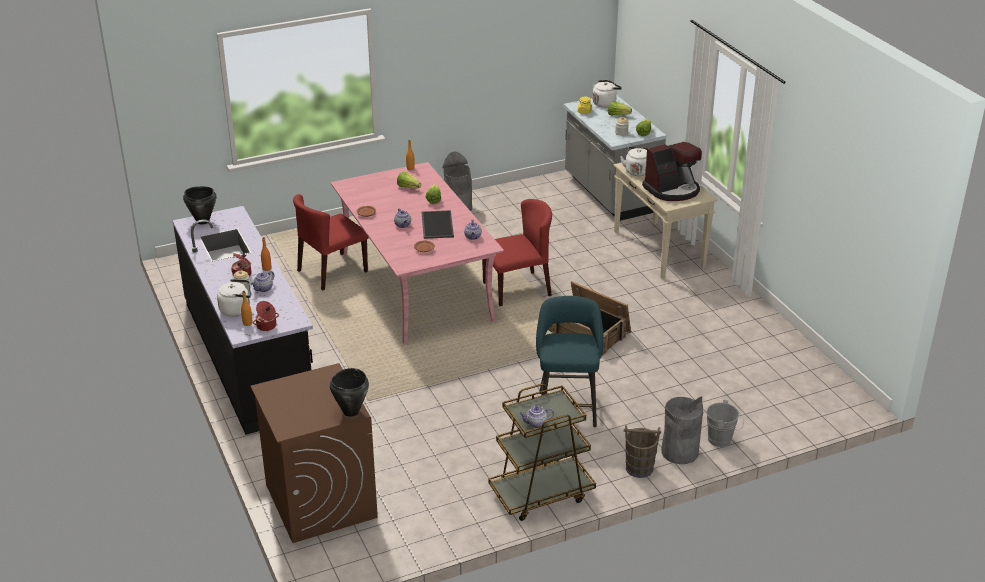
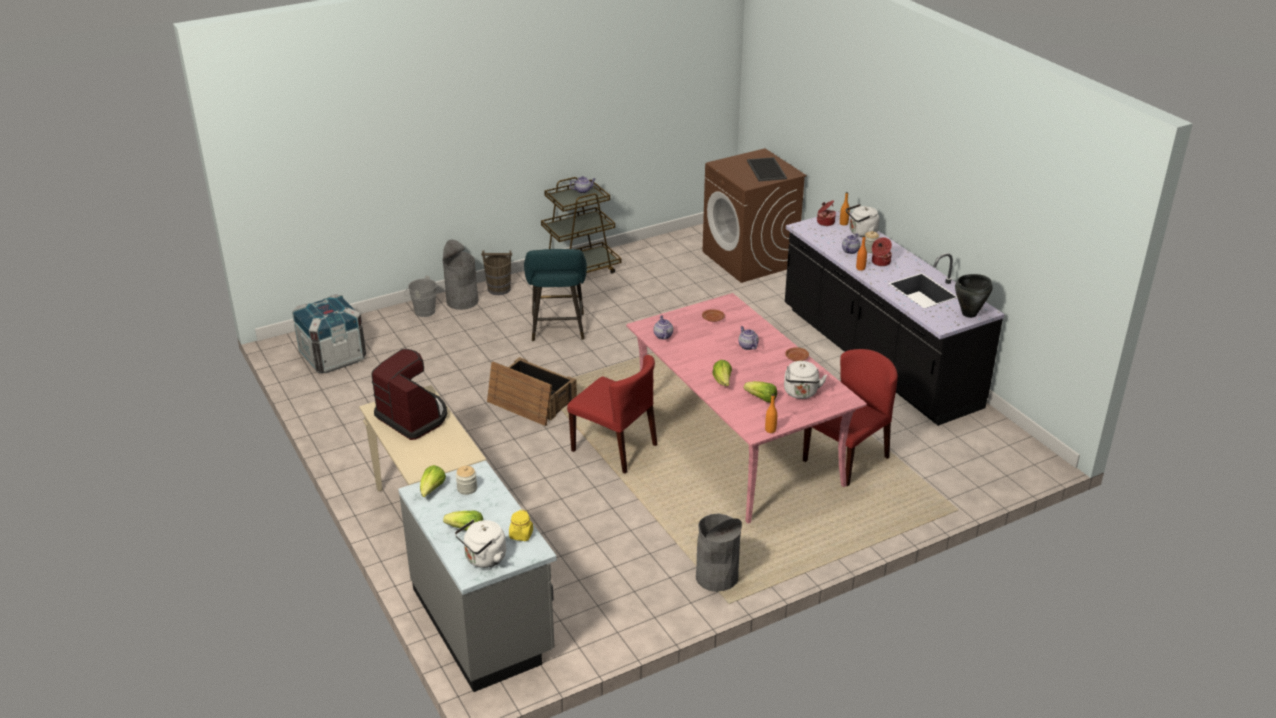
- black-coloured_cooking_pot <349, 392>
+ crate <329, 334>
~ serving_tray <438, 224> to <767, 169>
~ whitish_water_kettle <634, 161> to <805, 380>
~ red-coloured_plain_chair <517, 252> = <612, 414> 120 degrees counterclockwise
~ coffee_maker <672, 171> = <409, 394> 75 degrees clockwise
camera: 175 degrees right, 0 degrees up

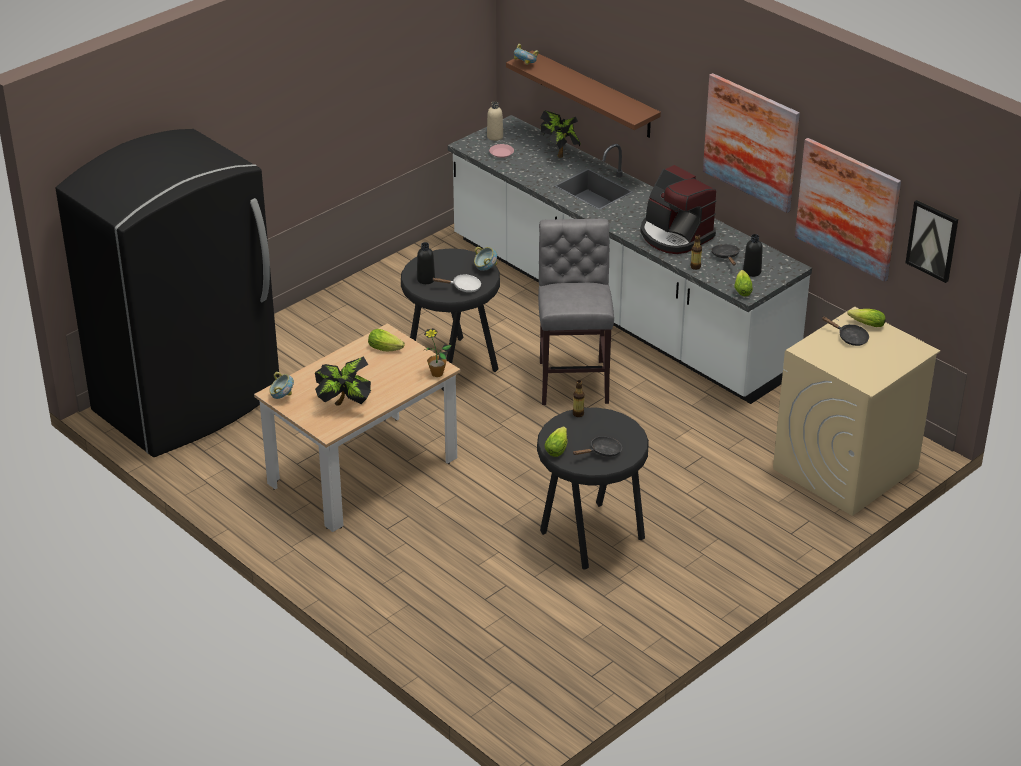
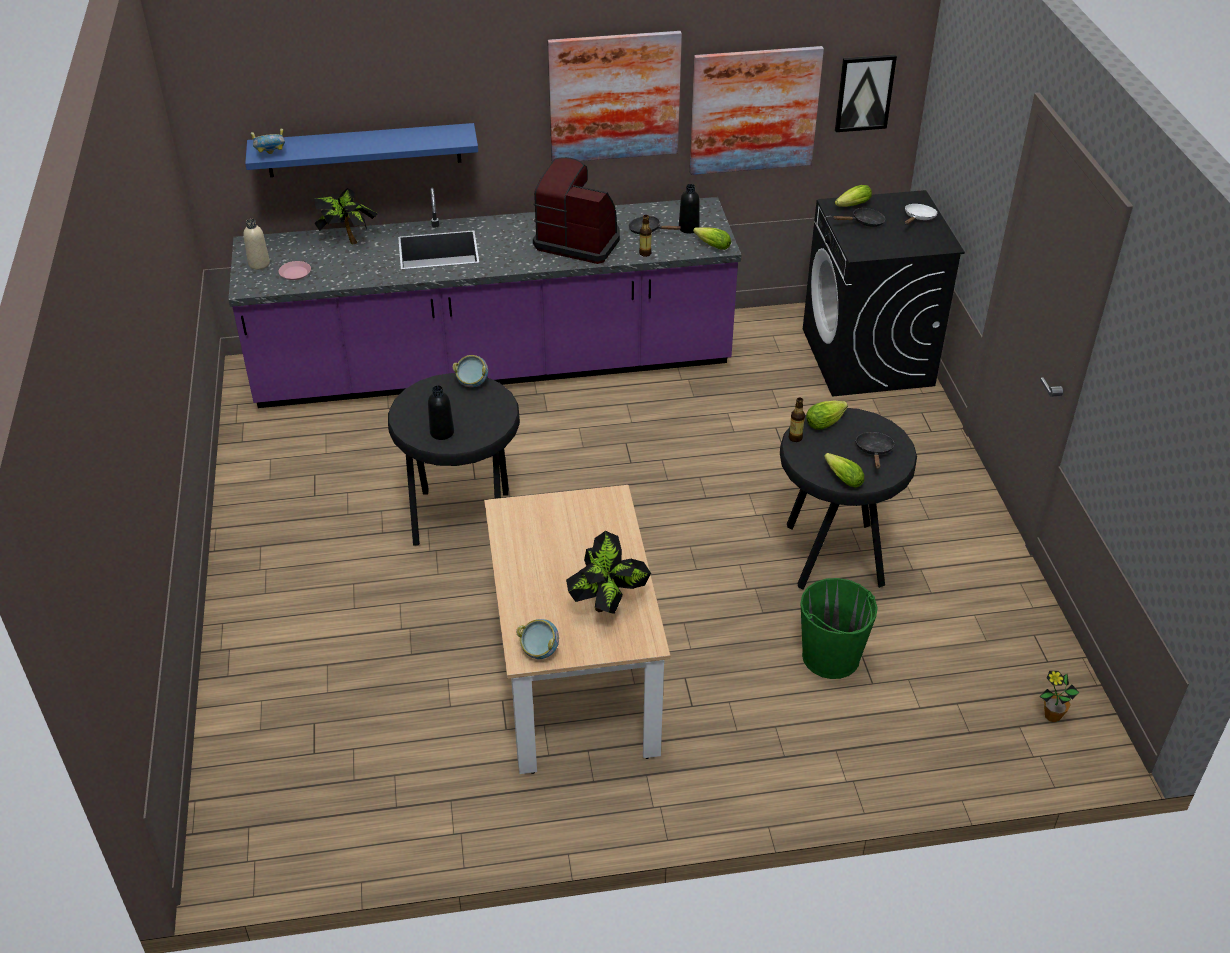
- black-coloured_fridge <167, 293>
- gray_sitting_stool <576, 312>
+ greenish_pail <839, 628>
~ lettuce_head <386, 340> to <827, 415>
~ potted_plant <437, 352> to <1059, 696>
~ whitish_frying_pan <456, 283> to <921, 214>
~ whitish_kitchen_base_unit <630, 259> to purple-coloured_kitchen_base_unit <484, 298>
~ brown_bracket_shelf <583, 94> to blue_bracket_shelf <361, 150>
~ sand-coloured_washing_machine <856, 411> to black-coloured_washing_machine <884, 293>
~ coffee_maker <678, 209> = <576, 210> 150 degrees counterclockwise
camera: 55 degrees left, 5 degrees up

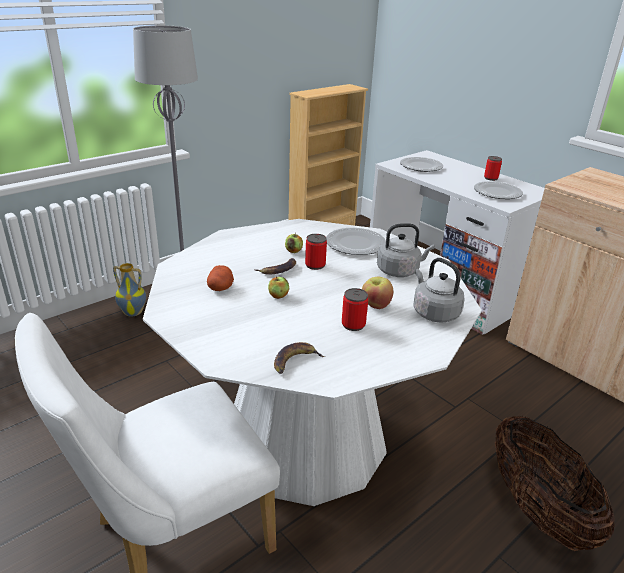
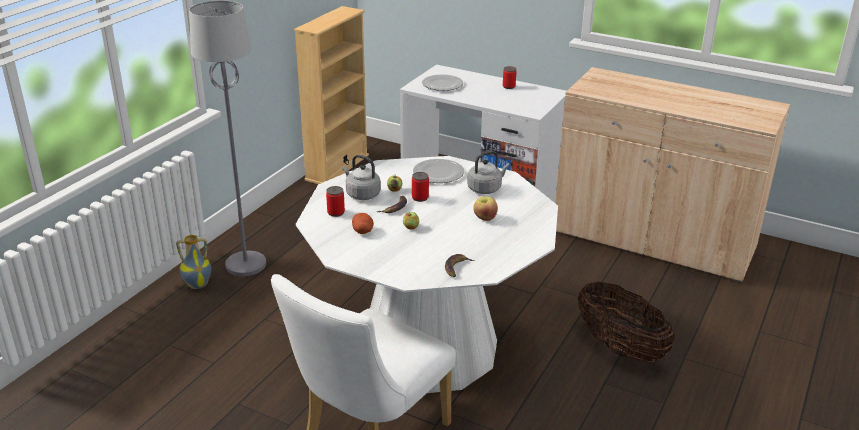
- plate <498, 190>
~ metal_can <355, 309> to <335, 201>
~ gray_water_kettle <439, 290> to <361, 177>
camera: 20 degrees left, 0 degrees up

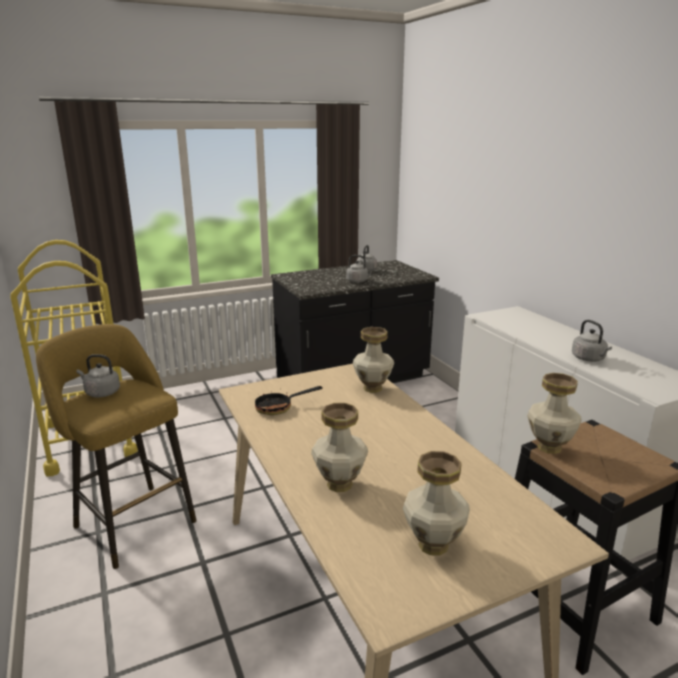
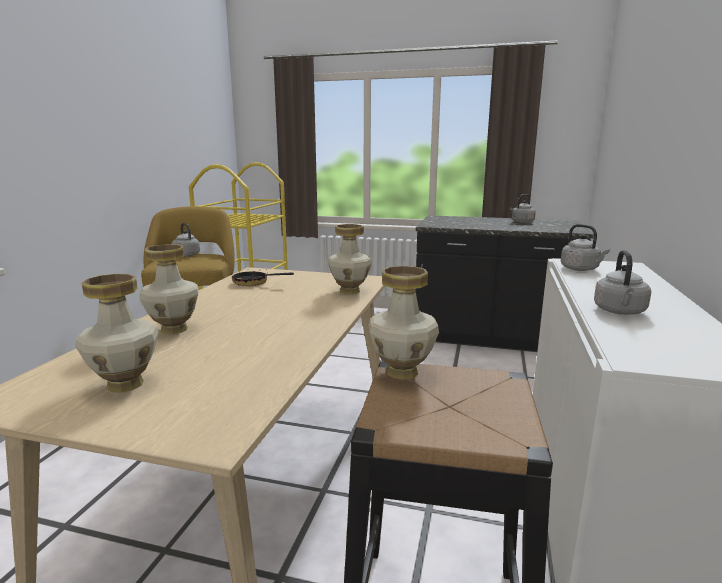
~ gray_water_kettle <360, 269> to <585, 247>
camera: 40 degrees right, 5 degrees down

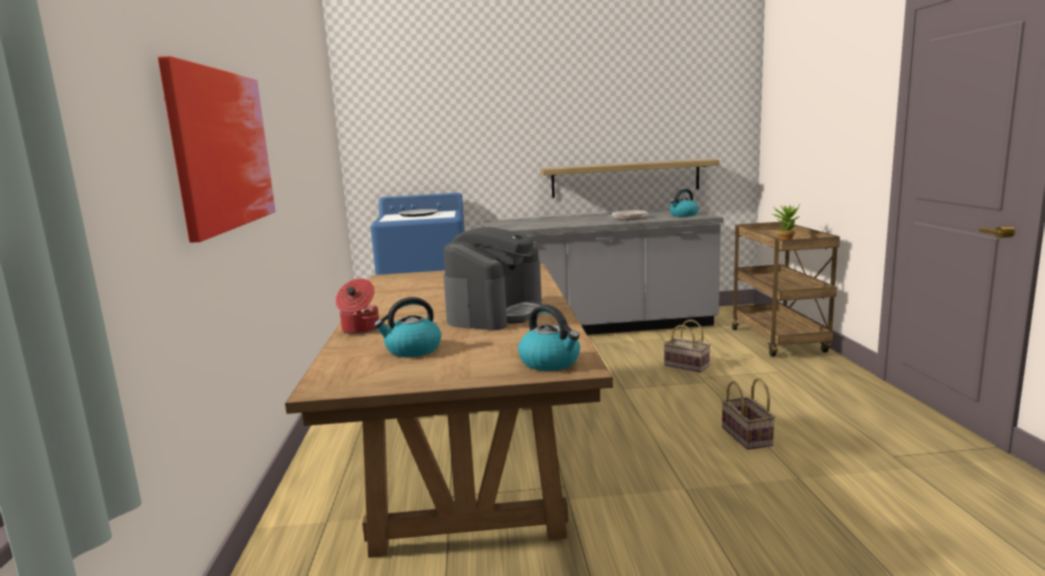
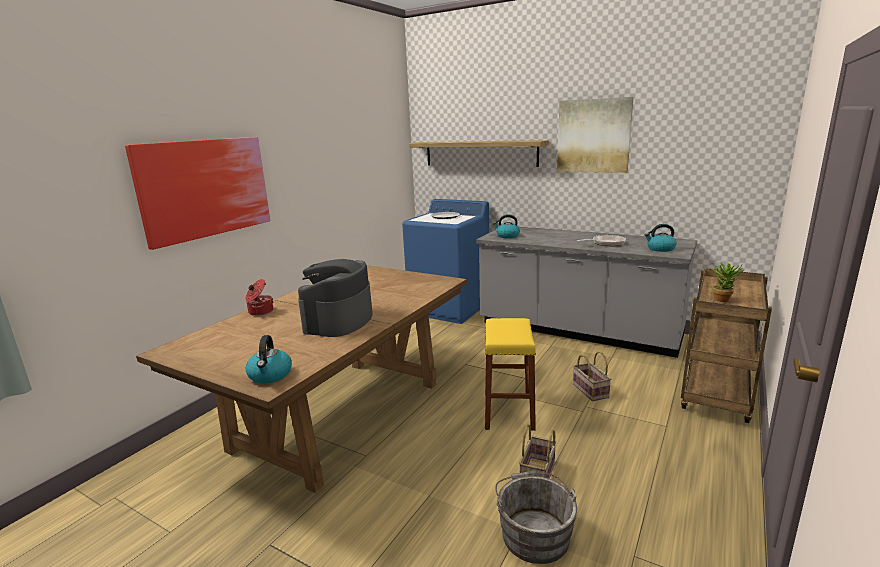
+ yellowish_sitting_stool <510, 374>
+ gray_pail <536, 517>
+ picture <595, 135>
~ water_kettle <407, 327> to <506, 226>
~ bracket_shelf <629, 178> to <479, 153>
~ coffee_maker <493, 278> = <335, 298> 135 degrees clockwise
camera: 35 degrees right, 5 degrees up

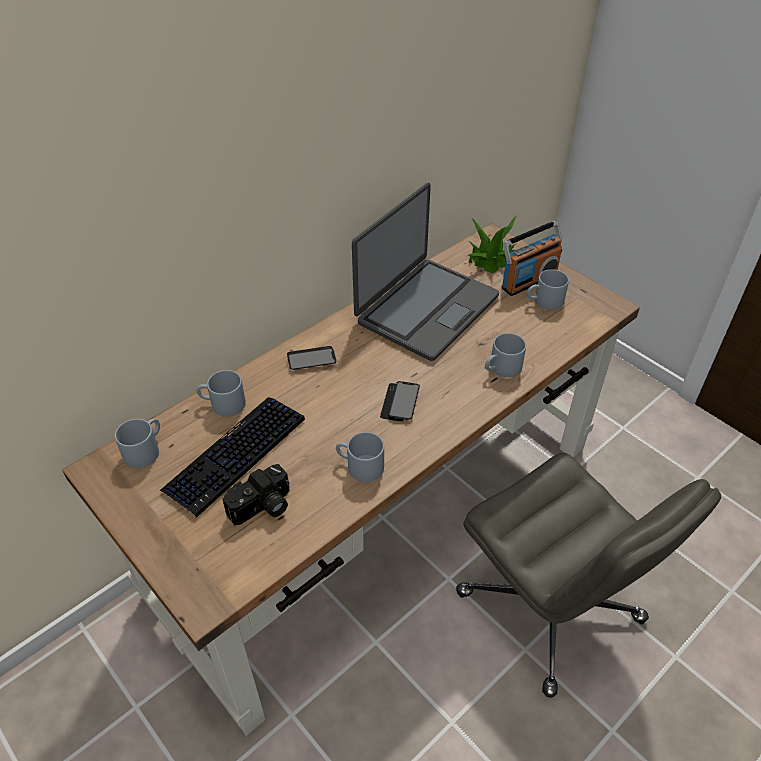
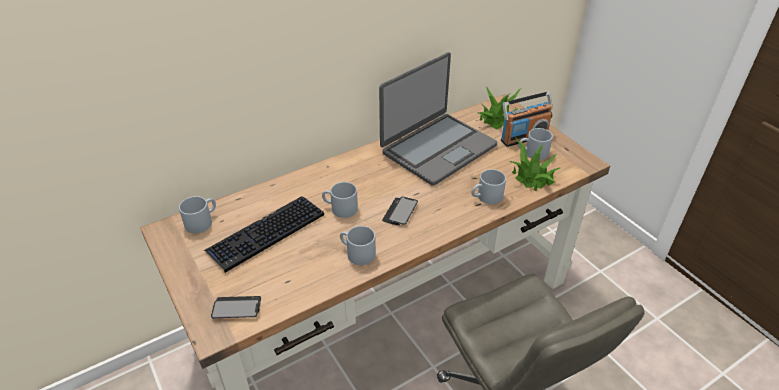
- still_camera <256, 494>
+ potted_plant <534, 164>
~ gray_tea_mug <221, 393> to <340, 200>
~ telephone <311, 358> to <236, 307>
camera: 10 degrees right, 5 degrees down

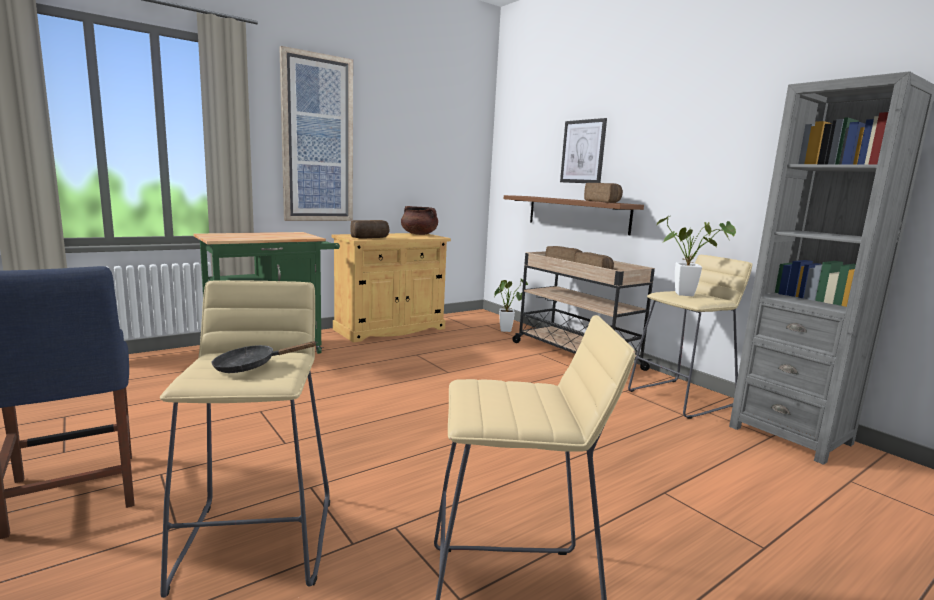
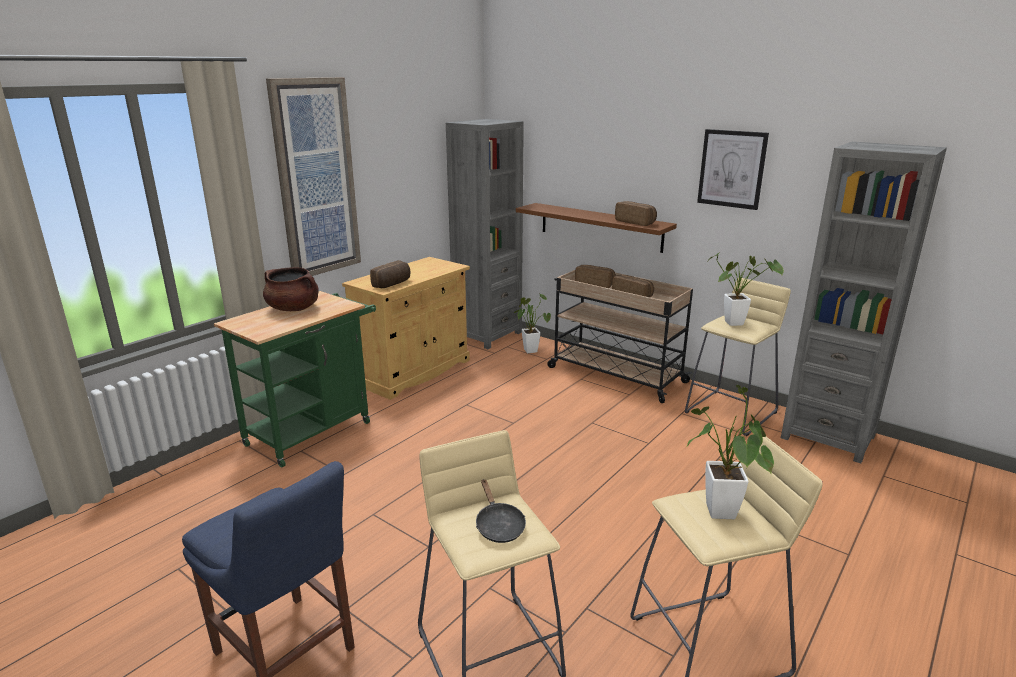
+ gray_bookcase <485, 234>
+ potted_plant <730, 452>
~ brown_cooking_pot <419, 220> to <291, 289>
~ picture <583, 150> to <733, 169>
~ black-coloured_frying_pan <264, 357> = <501, 511> 75 degrees counterclockwise
camera: 15 degrees left, 10 degrees up

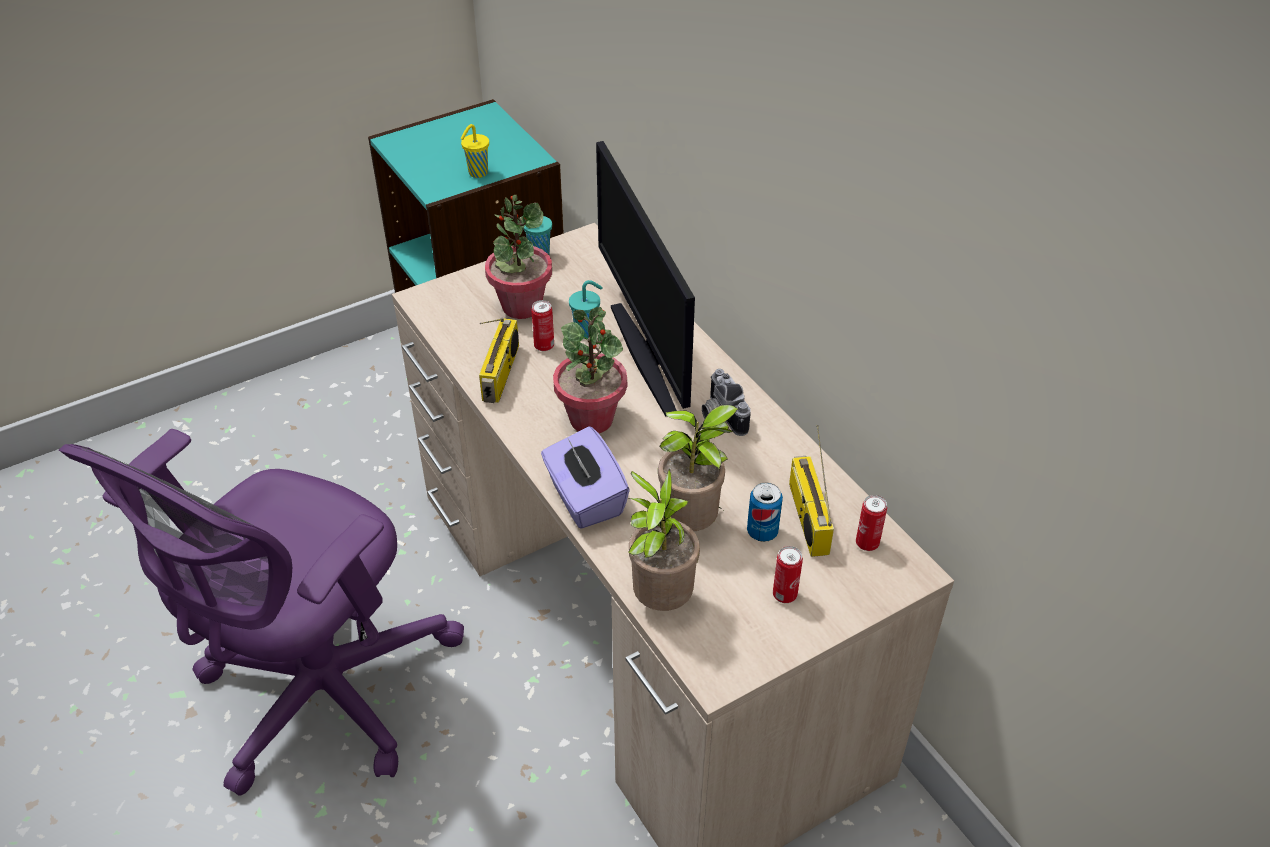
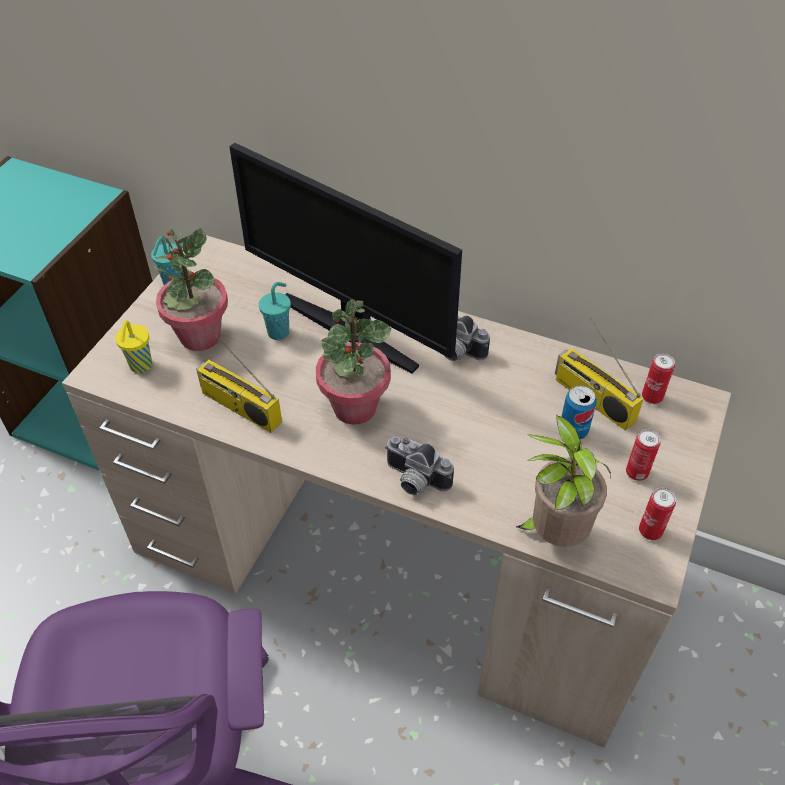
- potted_plant <698, 468>
~ yellowish_drinking_cup <474, 151> to <133, 346>
~ metal_can <542, 325> to <657, 514>
~ purple-coloured_tissue_holder <585, 477> to still_camera <419, 465>
~ radio_set <499, 360> = <239, 380> 150 degrees clockwise
camera: 35 degrees left, 5 degrees up

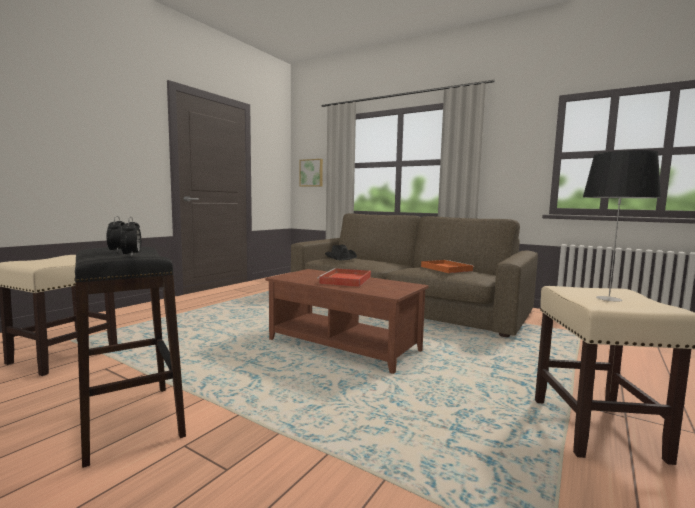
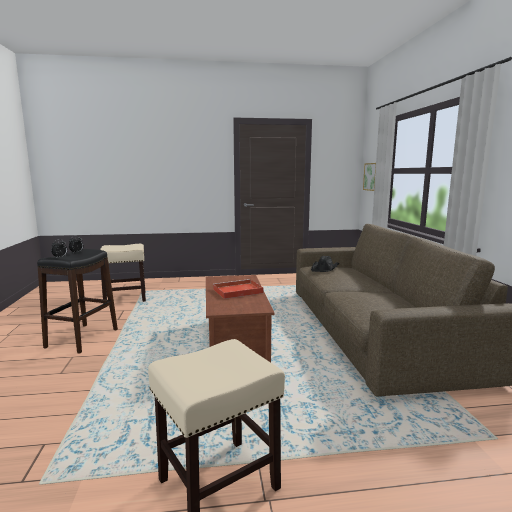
- orange_serving_tray <447, 266>
- table_lamp <622, 226>
camera: 50 degrees right, 5 degrees up

